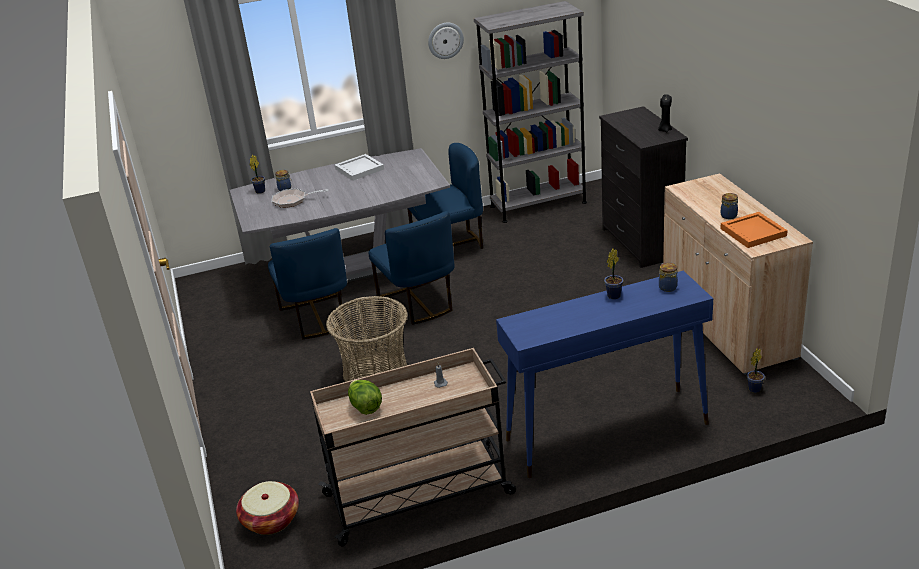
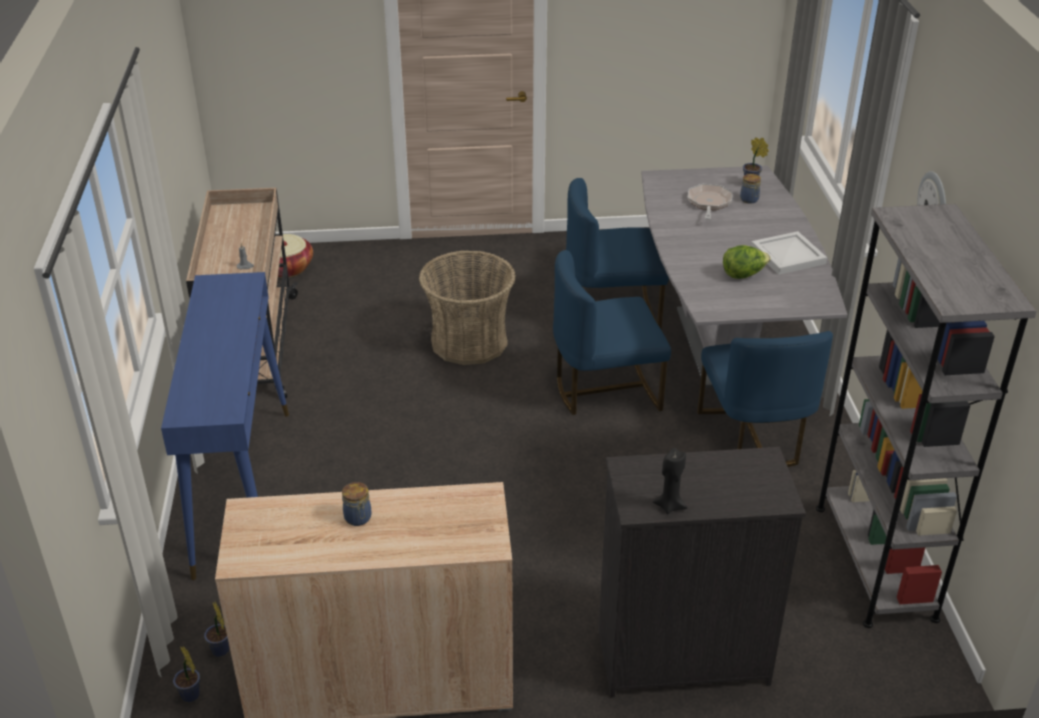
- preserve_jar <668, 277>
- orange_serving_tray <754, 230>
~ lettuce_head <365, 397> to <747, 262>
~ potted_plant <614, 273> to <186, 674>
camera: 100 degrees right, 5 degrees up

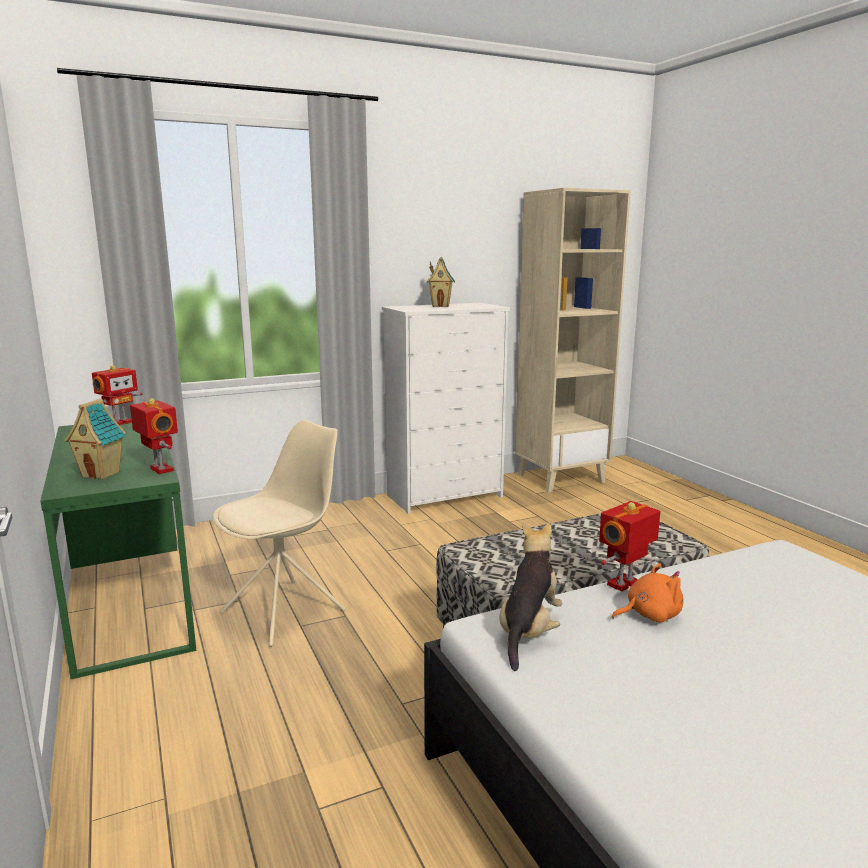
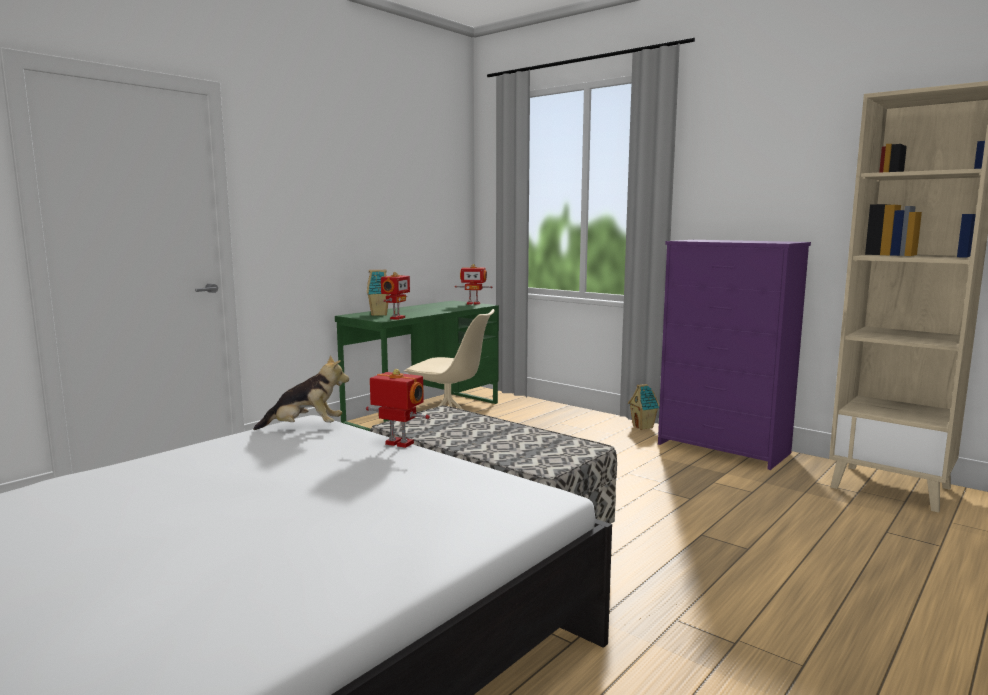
- orange_plush_toy <648, 593>
~ toy_house <441, 282> to <644, 407>
~ whitish_drawer_chest <446, 408> to purple-coloured_drawer_chest <734, 355>
camera: 65 degrees right, 5 degrees down

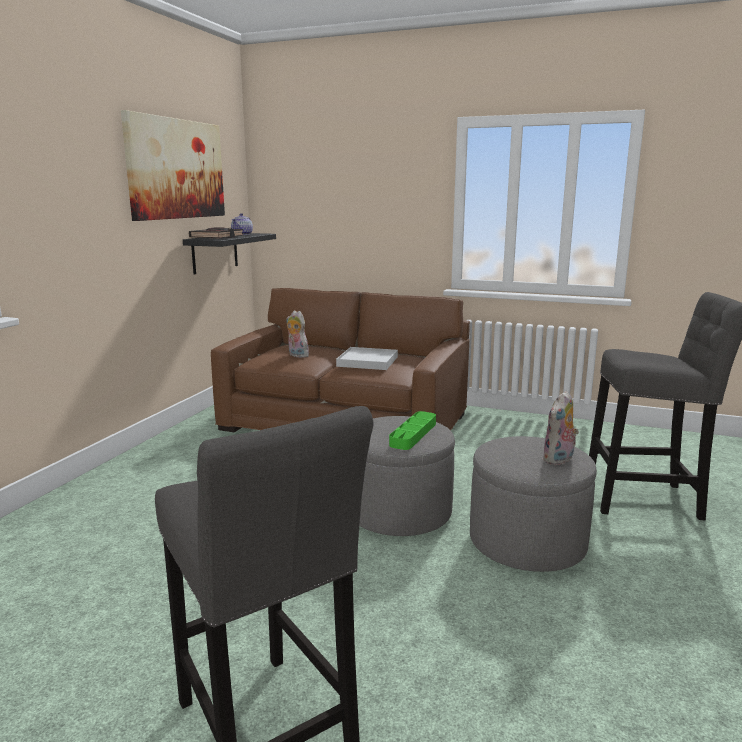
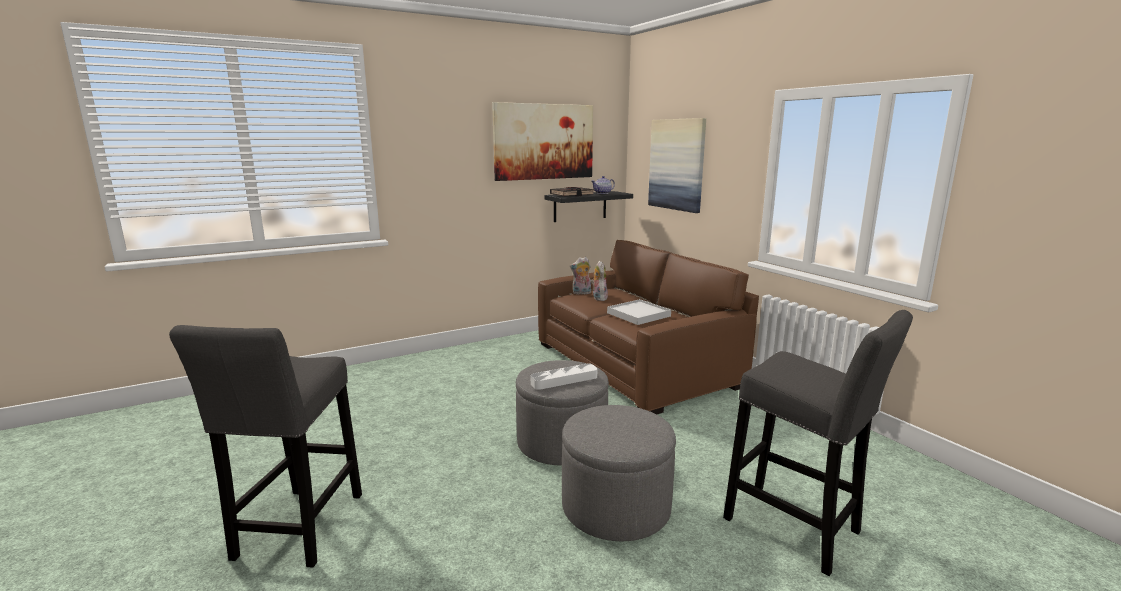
+ picture <677, 165>
~ plush_toy <560, 428> to <580, 276>
~ greenish_serving_tray <412, 430> to whitish_serving_tray <564, 376>
camera: 40 degrees right, 0 degrees up

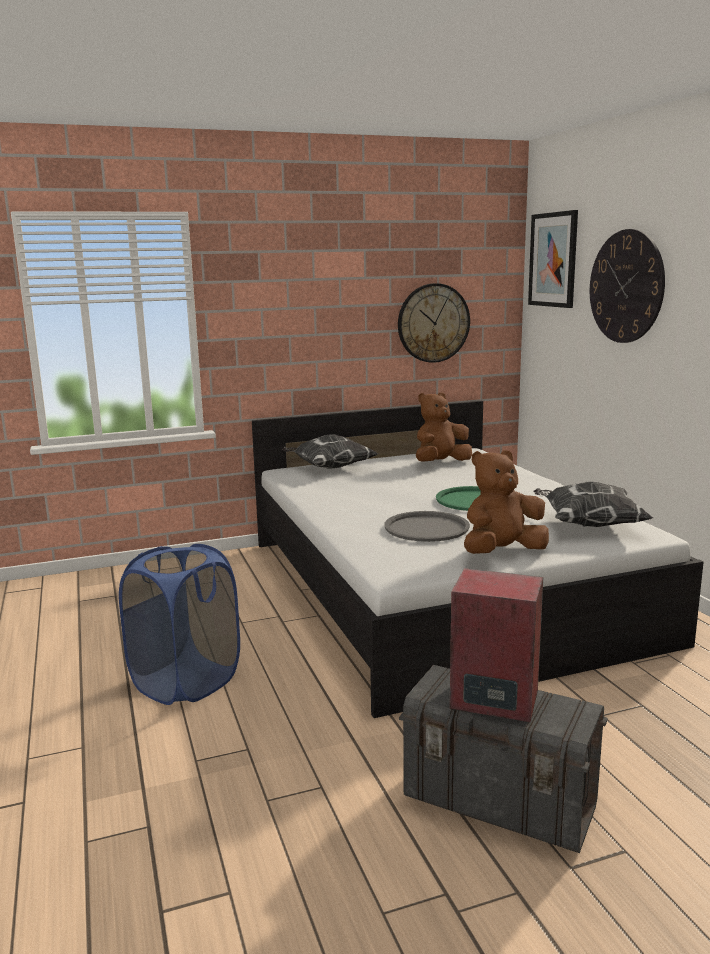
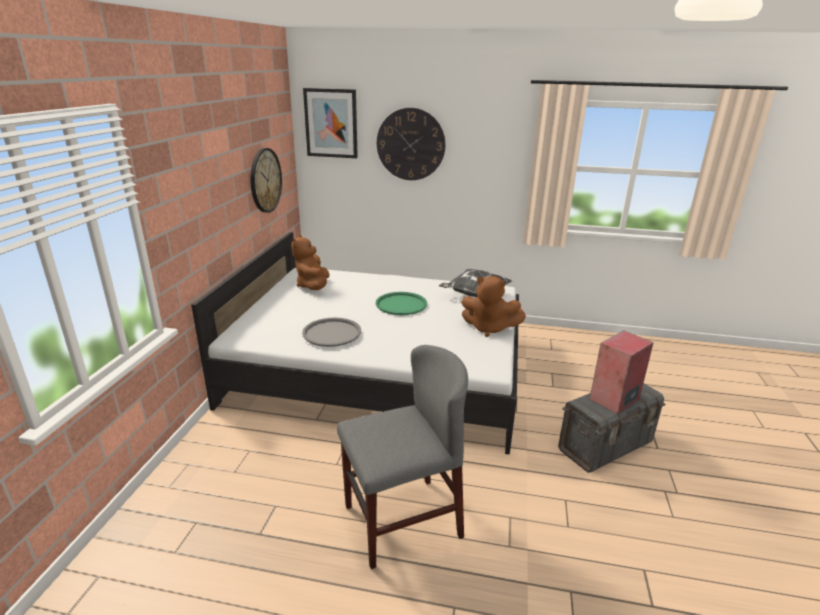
- cushion <330, 451>
~ gray_serving_tray <427, 526> to <331, 332>
~ blue_laundry_basket <179, 624> to gray_plain_chair <402, 457>
~ brown_plush_toy <506, 502> = <493, 306> 75 degrees counterclockwise
camera: 60 degrees left, 10 degrees up

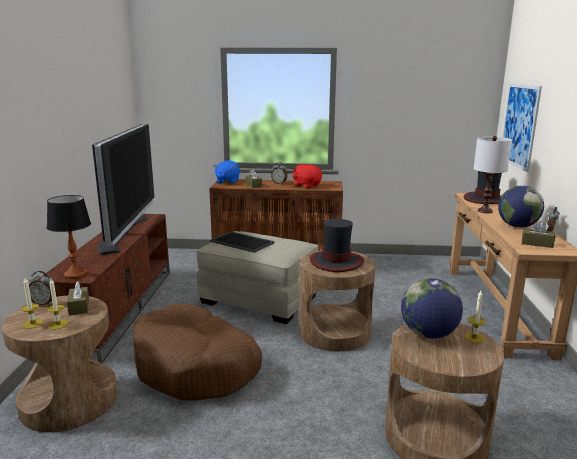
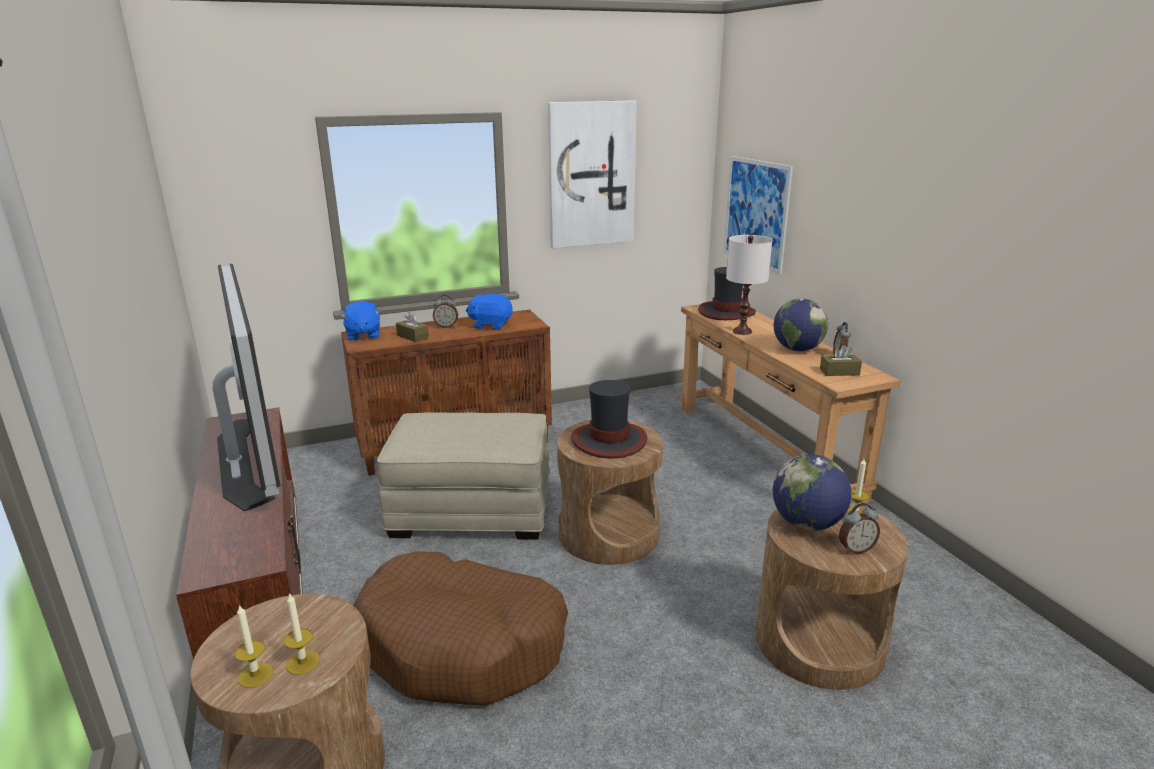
- table_lamp <69, 237>
- brown_tissue_holder <78, 298>
- serving_tray <242, 242>
+ picture <592, 174>
~ alarm_clock <42, 288> to <859, 528>
~ red-coloured_plush_toy <307, 176> to blue_plush_toy <489, 312>
camera: 25 degrees left, 5 degrees up

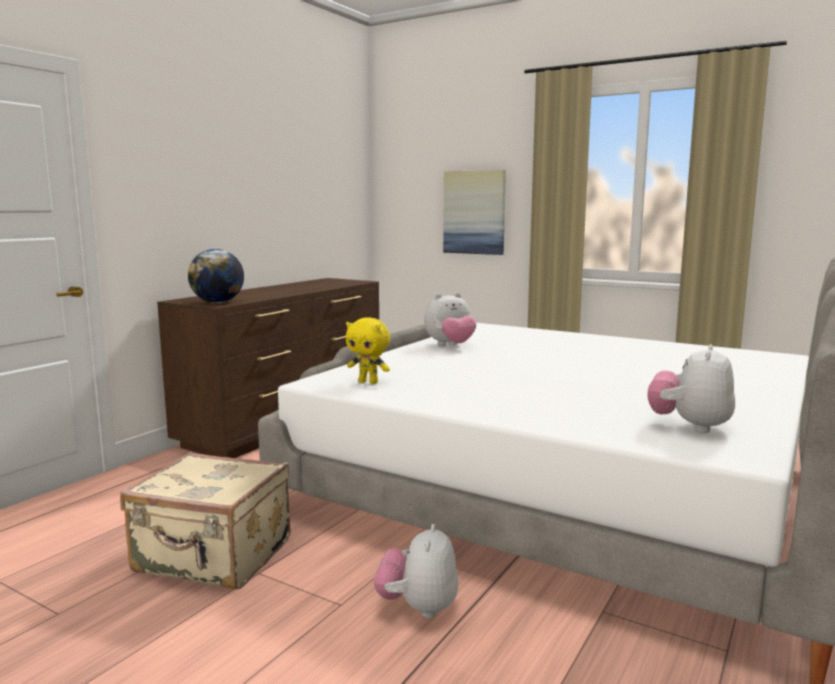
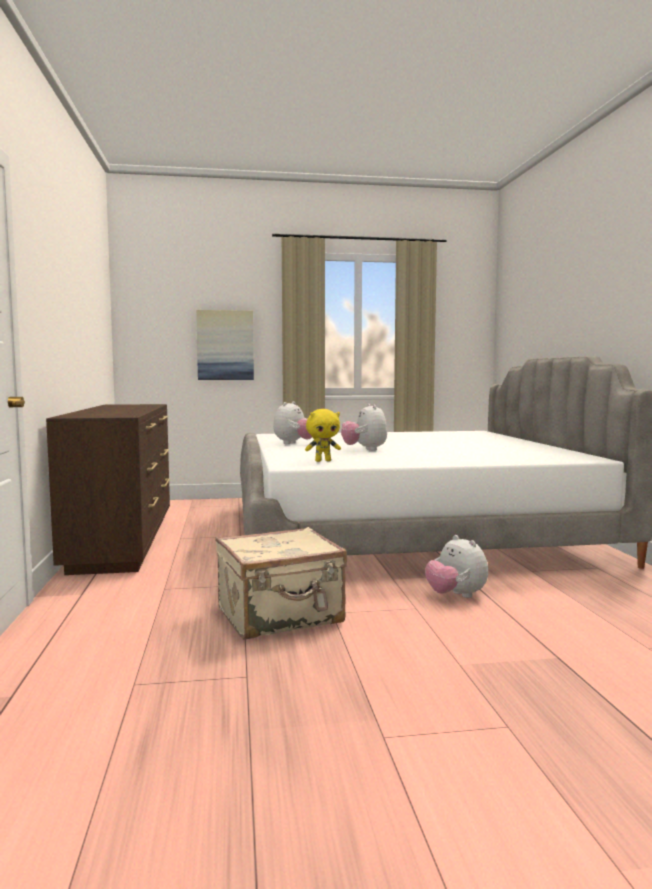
- world_globe <216, 276>
~ plush_toy <691, 388> to <364, 427>
camera: 40 degrees left, 5 degrees down

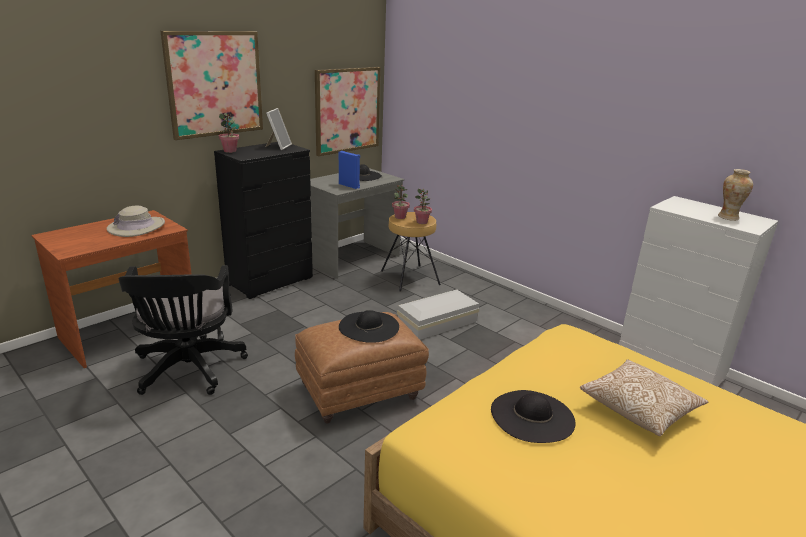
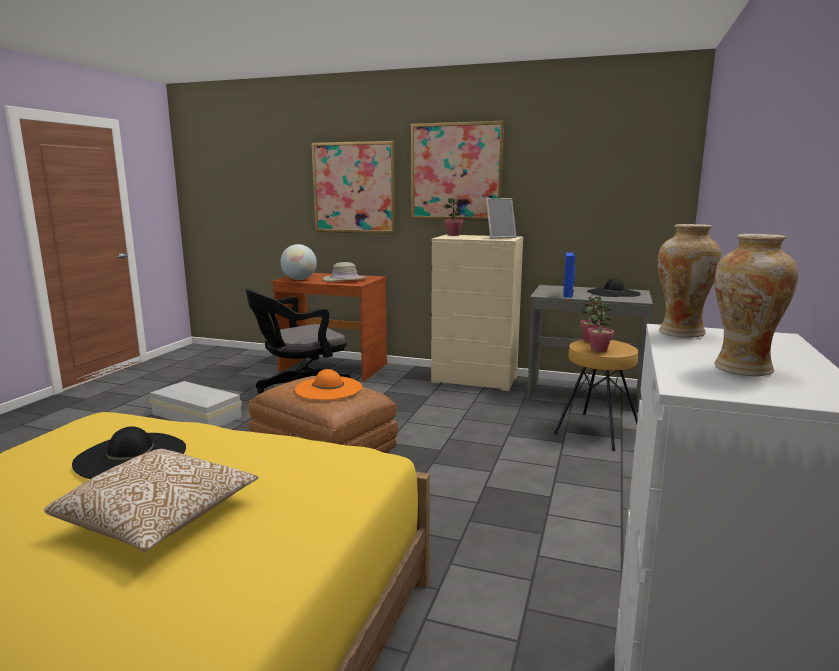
+ world_globe <298, 262>
+ flower_vase <690, 281>
~ picture <348, 111> to <353, 187>
~ whitish_storage_bin <438, 314> to <195, 404>
~ black-coloured_drawer_chest <263, 220> to sand-coloured_drawer_chest <477, 313>
~ black-coloured_wearable_hat <369, 326> to orange_wearable_hat <328, 384>
camera: 65 degrees right, 10 degrees down

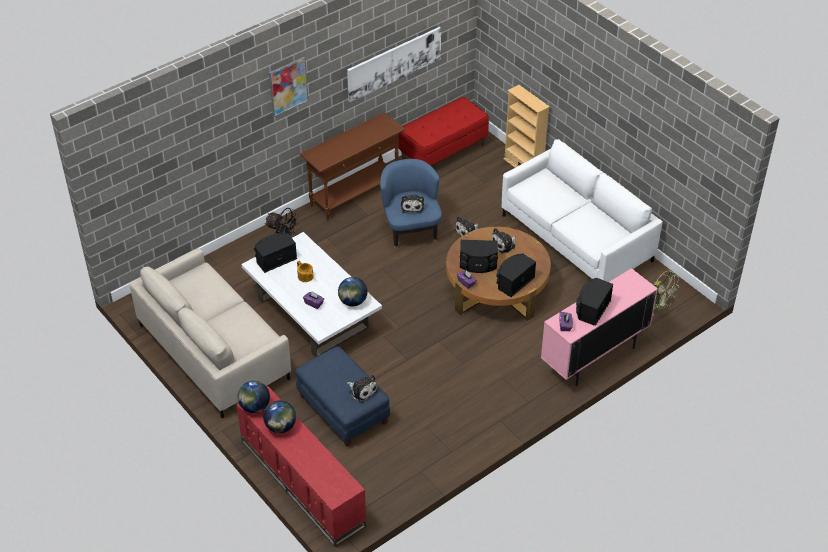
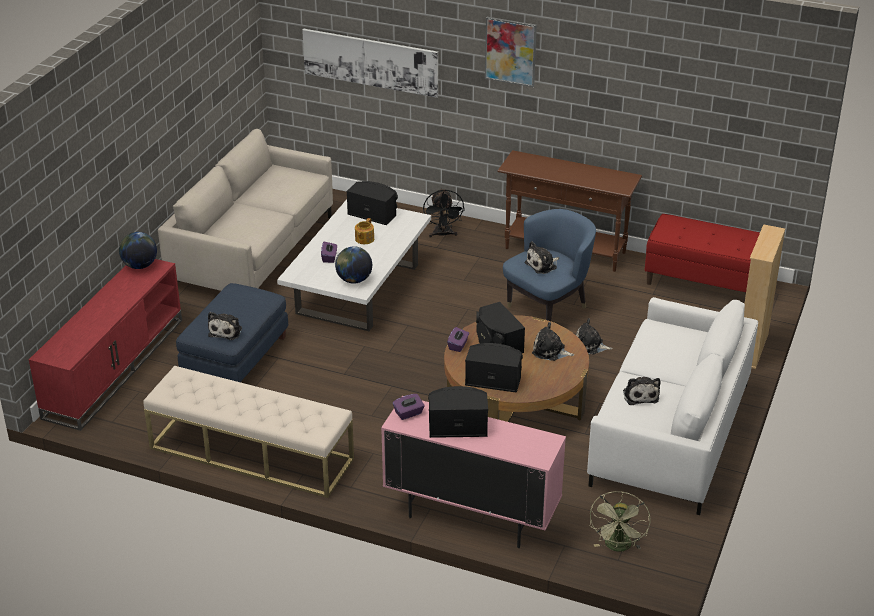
- world_globe <279, 416>
+ sand-coloured_indoor_bench <248, 432>
+ plush_toy <641, 391>
~ picture <394, 64> to <370, 63>
camera: 60 degrees right, 10 degrees down

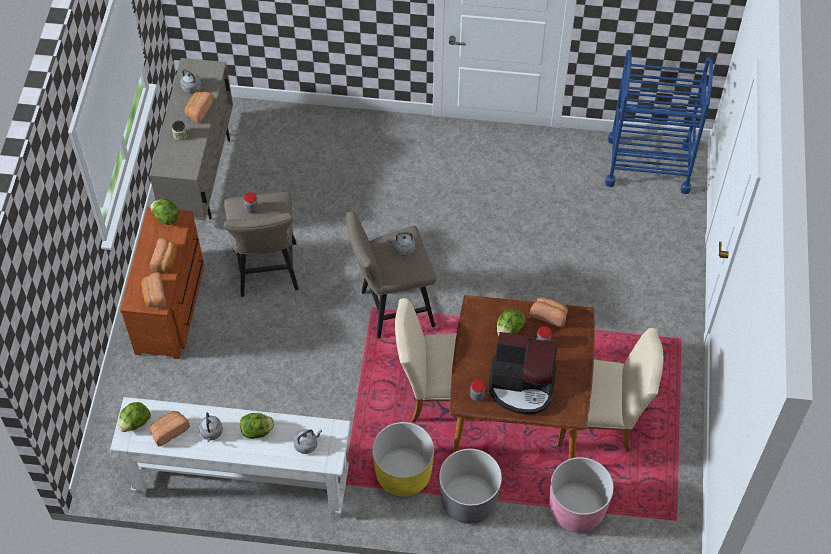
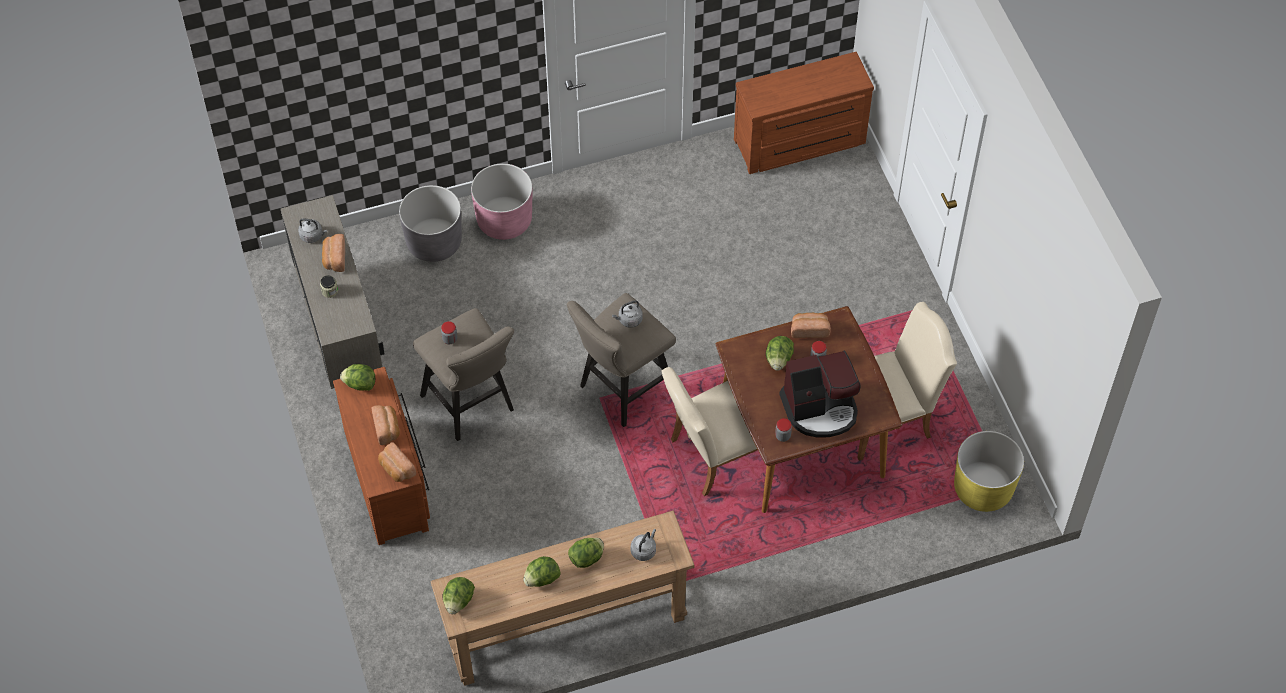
- baked_bread <170, 428>
~ yellowish_plant_pot <403, 459> to <989, 471>
~ gray_plant_pot <470, 486> to <430, 223>
~ pinkish_plant_pot <581, 495> to <501, 202>
~ gray_water_kettle <211, 427> to lettuce_head <542, 571>
~ blue_cart <659, 122> to brown_drawer_chest <804, 113>
~ whitish_hall_table <230, 458> to brown_hall_table <563, 598>
camera: 25 degrees left, 0 degrees up

